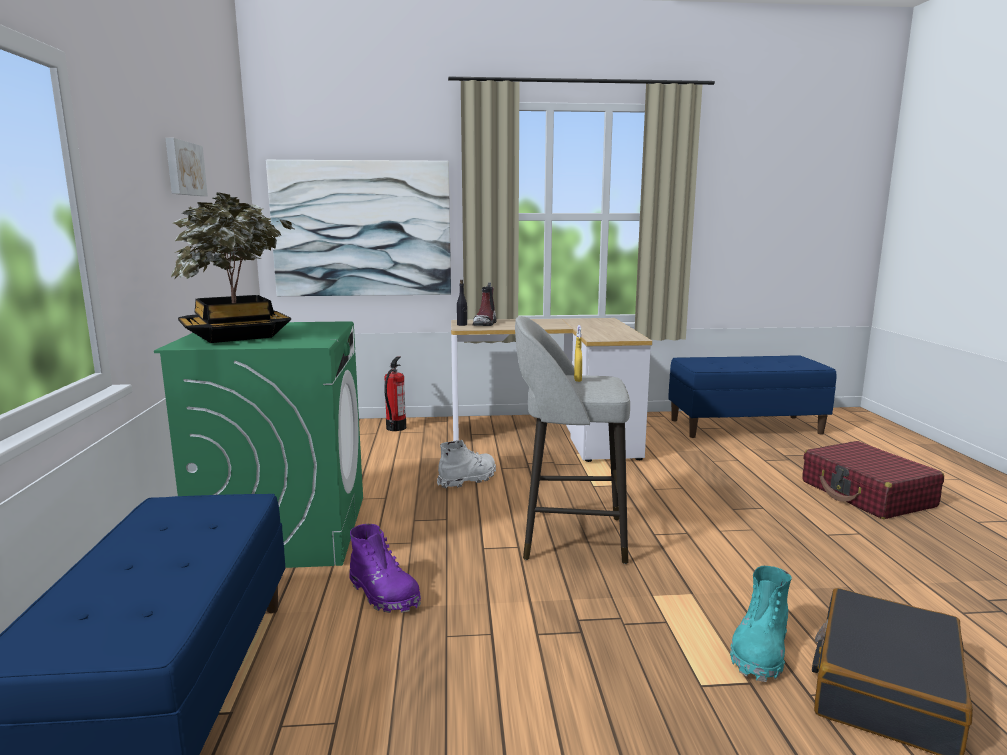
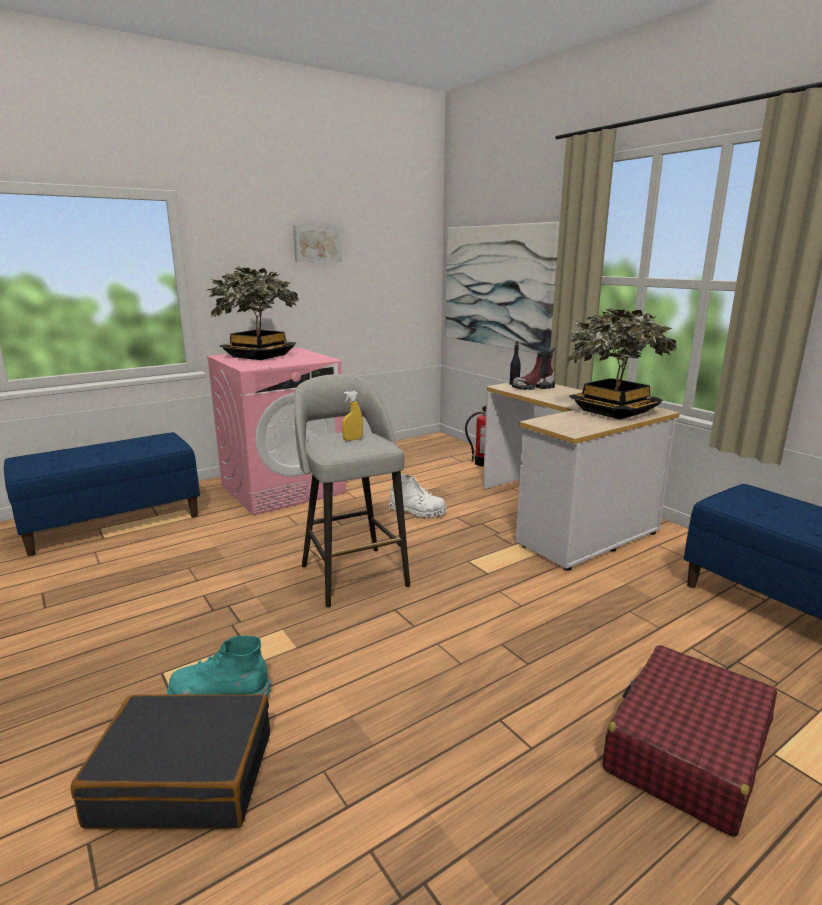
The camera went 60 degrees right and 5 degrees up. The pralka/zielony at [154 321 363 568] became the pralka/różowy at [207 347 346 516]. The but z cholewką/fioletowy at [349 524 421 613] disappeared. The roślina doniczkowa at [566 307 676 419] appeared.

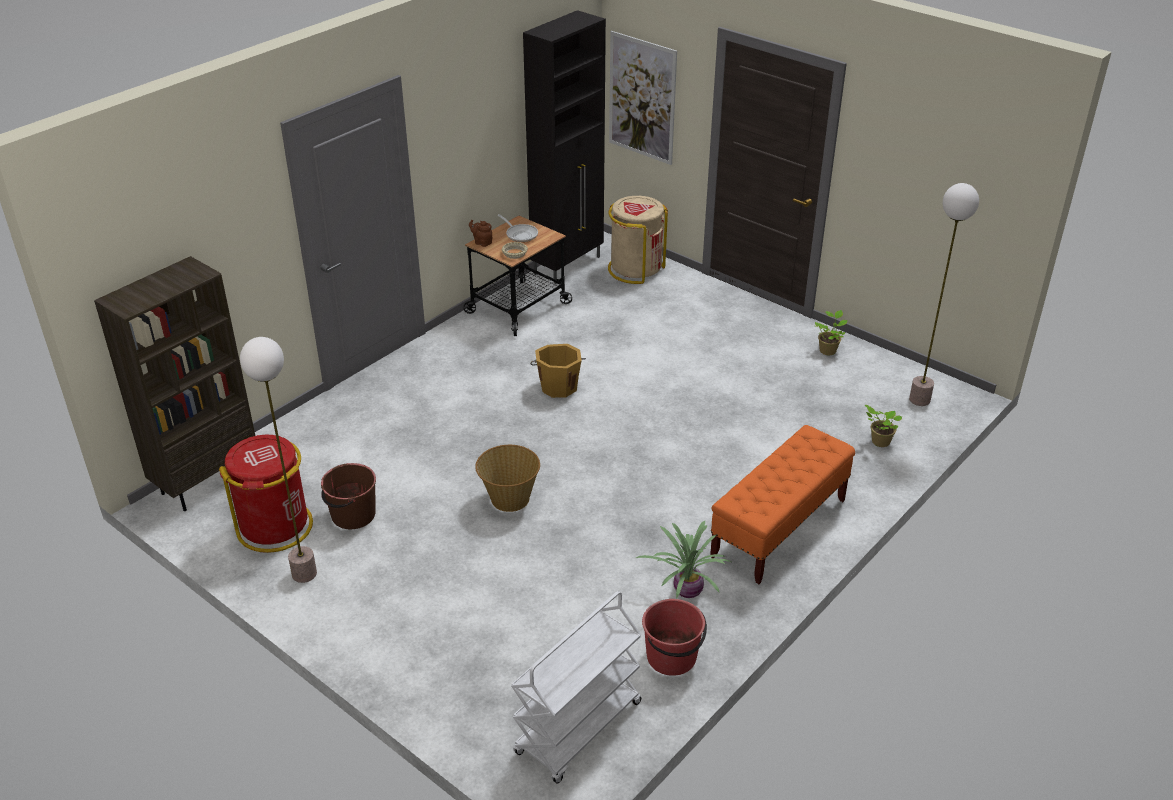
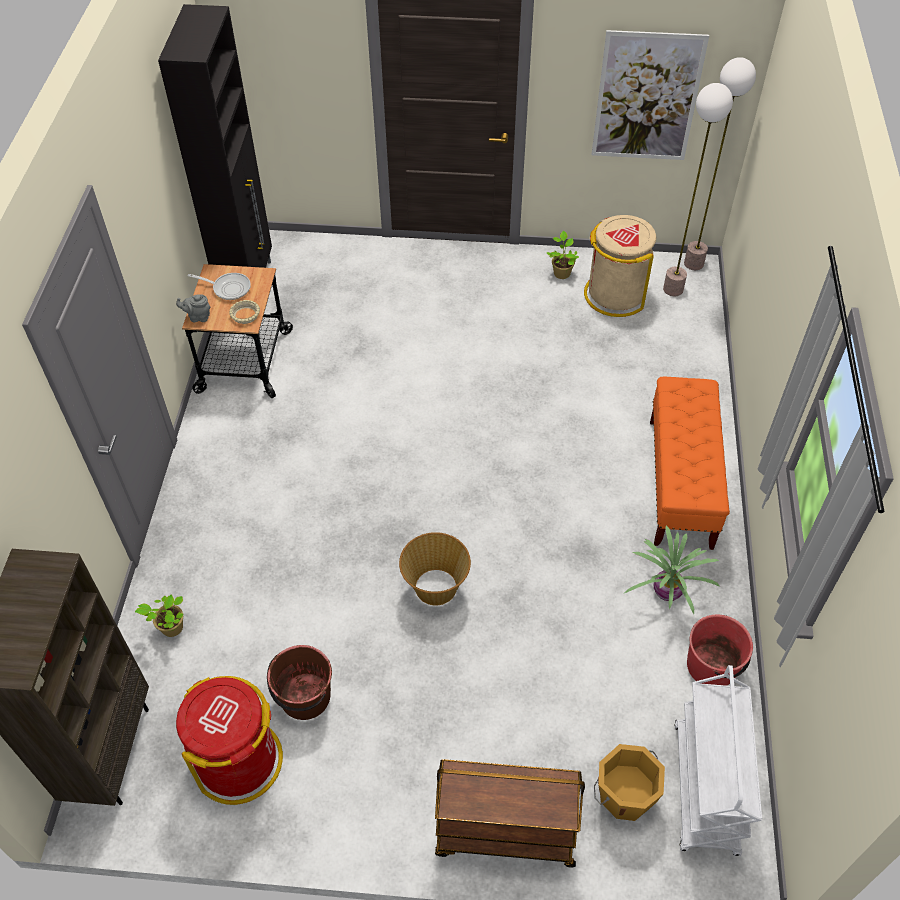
The camera went 35 degrees left and 15 degrees up. The obraz moved from [609 31 677 165] to [591 30 709 160]. The kosz na śmieci/beżowy moved from [608 196 668 284] to [584 215 656 317]. The imbryk/brązowy at [469 220 493 247] became the imbryk/szary at [176 294 210 322]. The lampa stojąca moved from [240 337 317 583] to [684 57 756 270]. The wiadro/pomarańczowy moved from [530 344 586 398] to [594 744 665 821]. The roślina doniczkowa moved from [865 405 902 447] to [135 594 183 637]. The wózek/brązowy at [435 759 585 868] appeared.

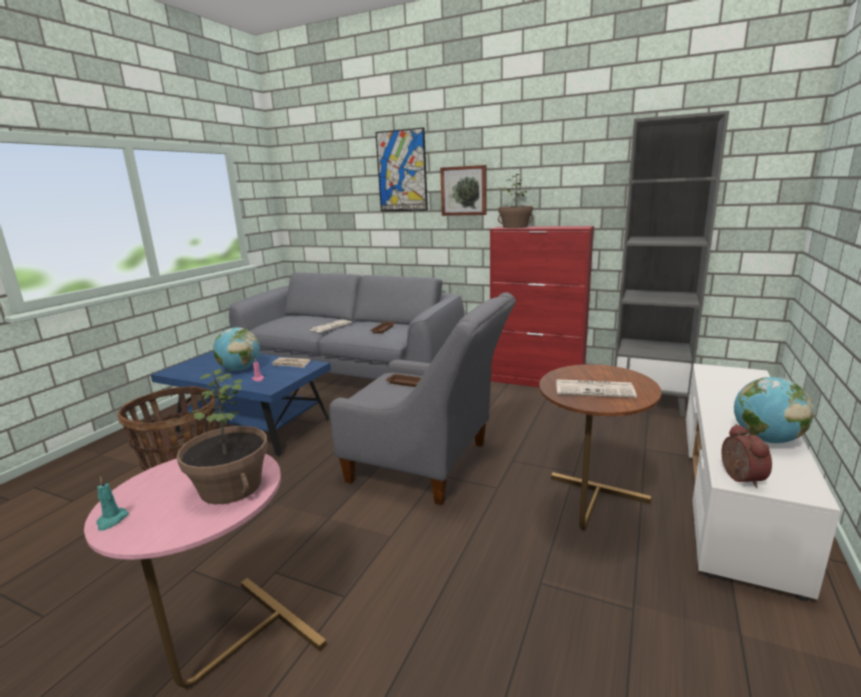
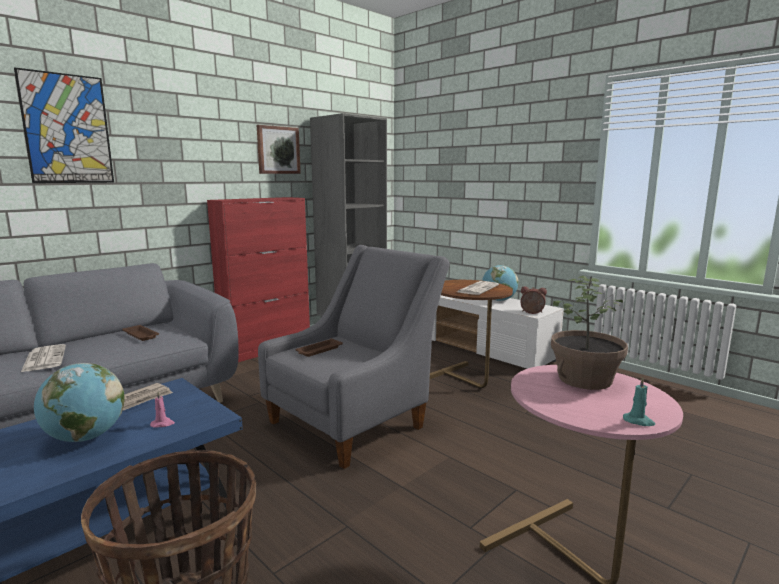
The camera went 70 degrees left and 5 degrees down. The obraz moved from [440 165 486 216] to [257 125 301 174]. The roślina doniczkowa at [498 173 533 228] disappeared.

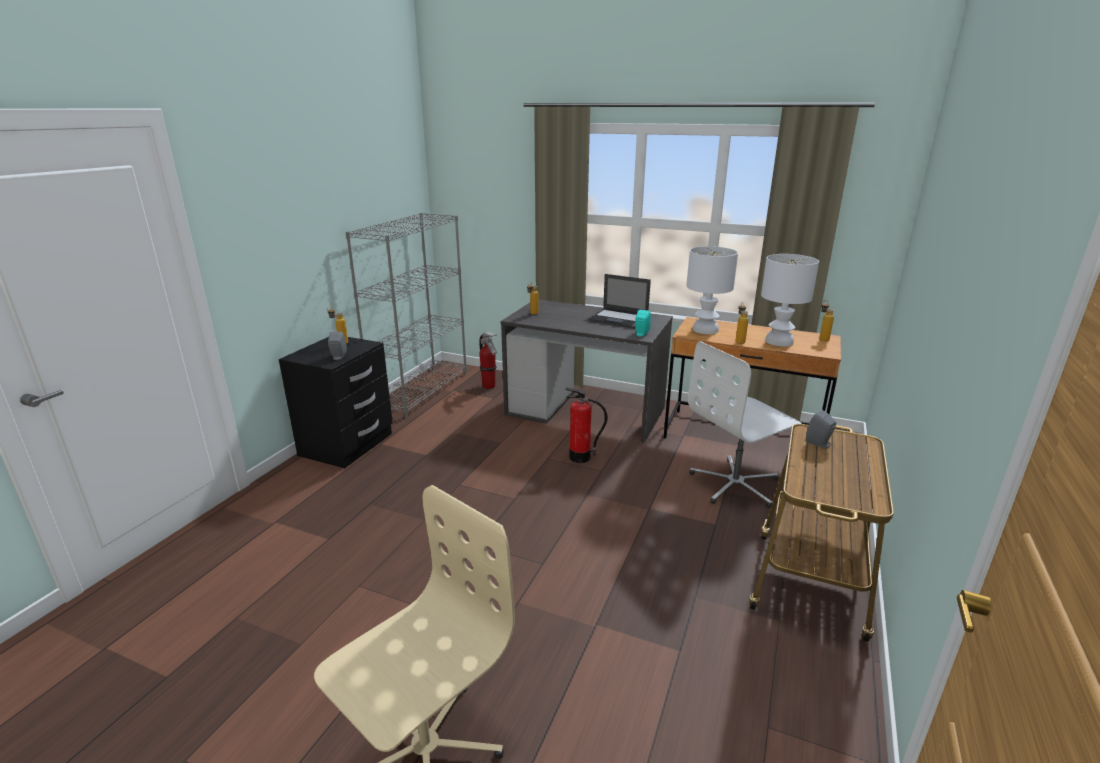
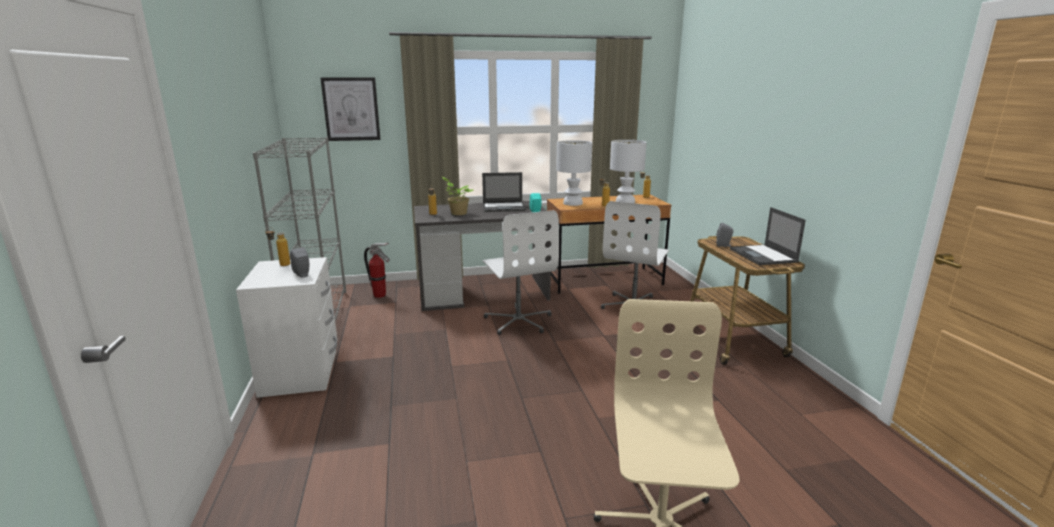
The camera went 35 degrees left and 5 degrees down. The szafka nocna/czarny at [279 337 393 468] became the szafka nocna/biały at [236 257 337 398]. The gaśnica at [565 387 607 463] was replaced by the krzesło biurowe/biały at [482 210 559 335]. The obraz at [320 77 381 141] appeared. The roślina doniczkowa at [442 177 473 215] appeared. The laptop at [730 207 806 265] appeared.

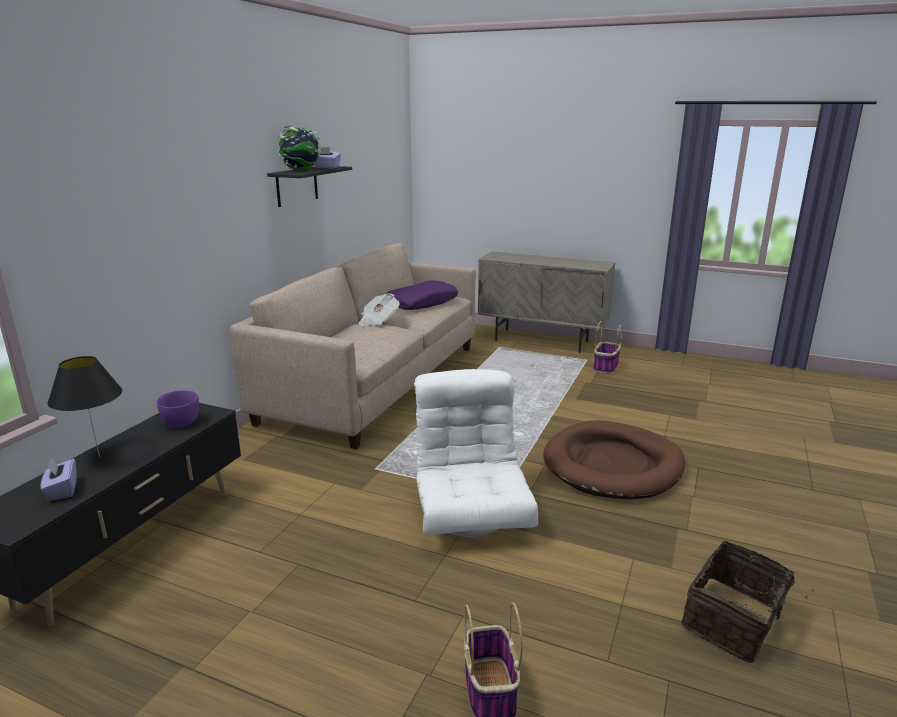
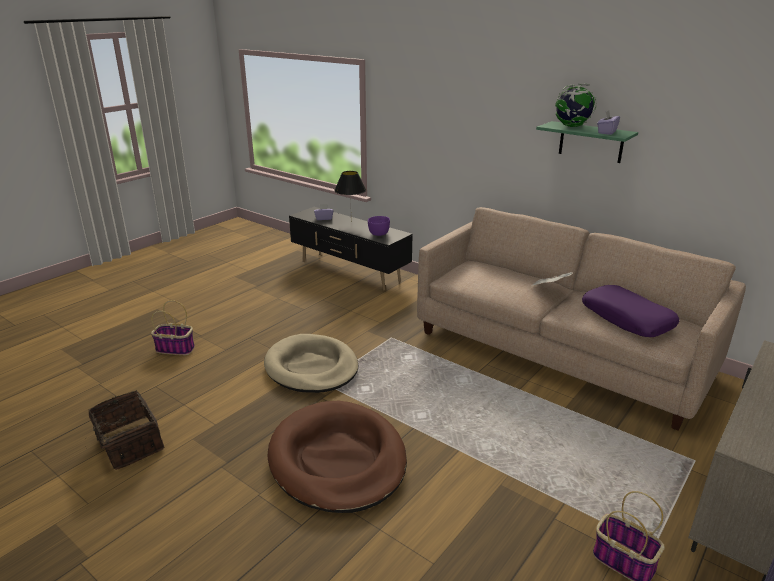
The camera went 105 degrees right and 5 degrees up. The półka/czarny at [267 166 352 207] became the półka/zielony at [536 121 638 163]. The fotel/biały at [414 369 538 537] was replaced by the legowisko/beżowy at [264 334 359 393].

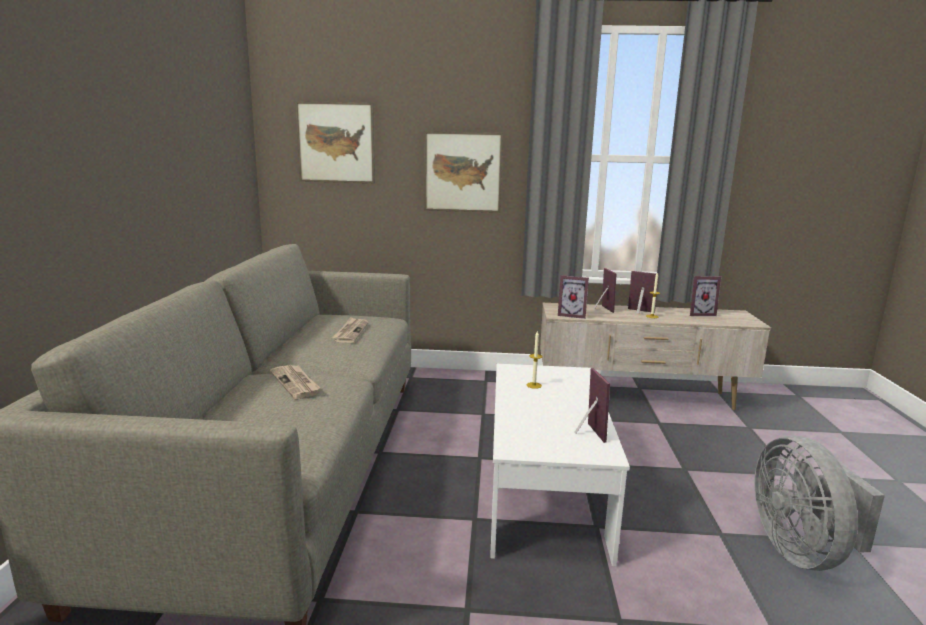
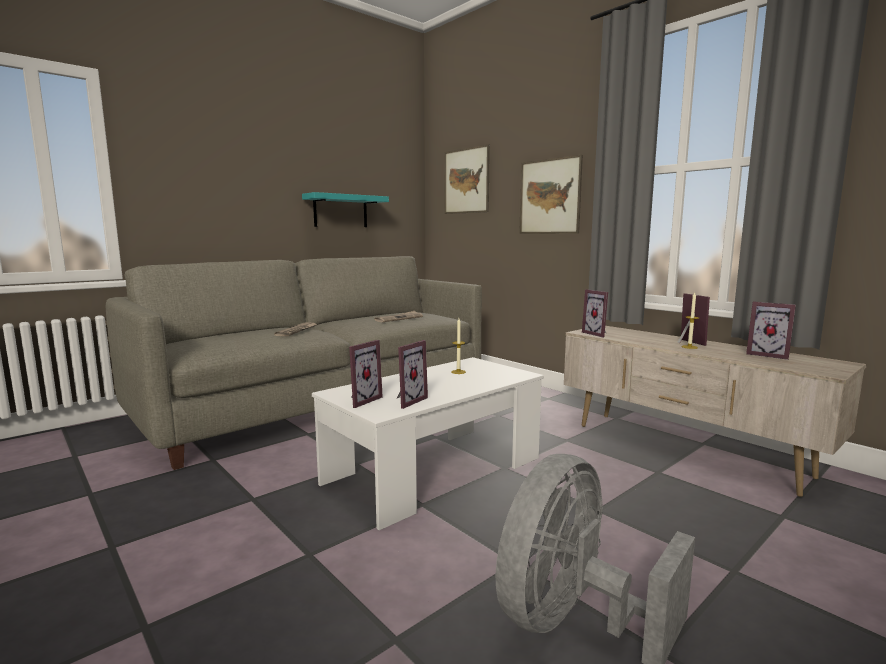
The camera went 45 degrees right and 5 degrees down. The ramka na zdjęcie moved from [594 268 616 313] to [349 340 383 408]. The półka/turkusowy at [302 192 389 227] appeared.

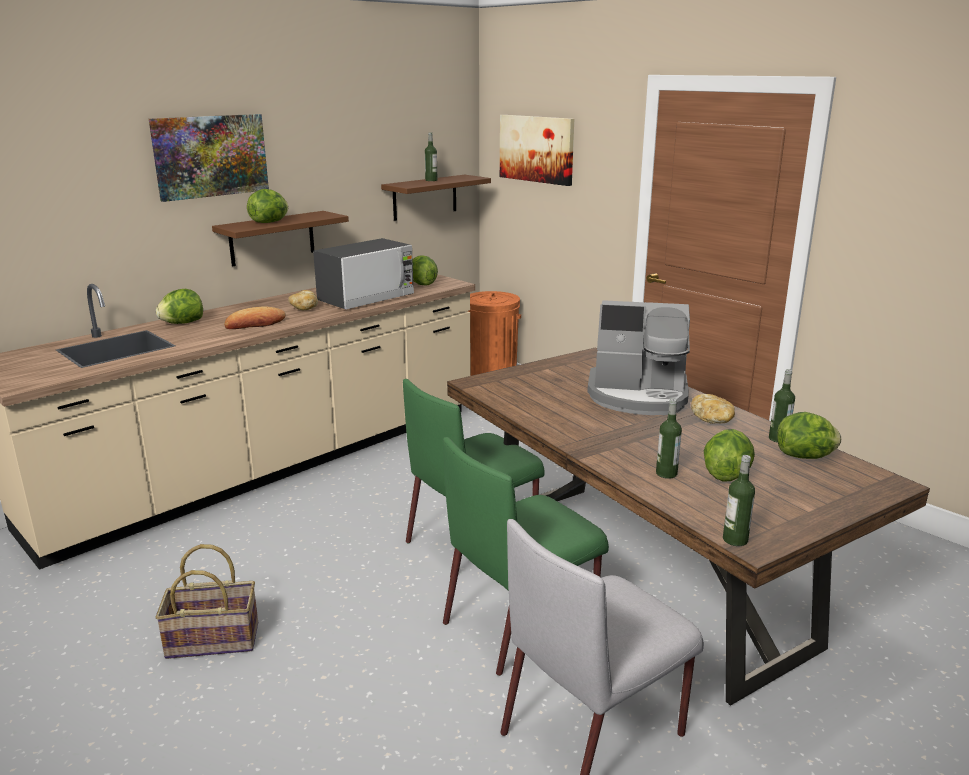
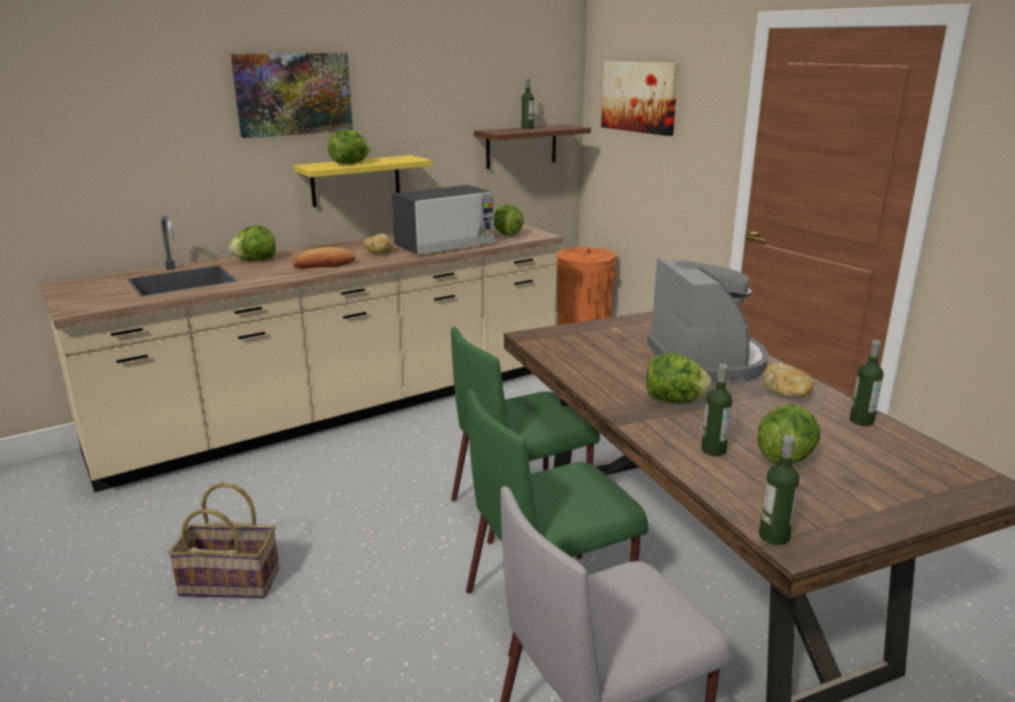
The camera went 10 degrees right and 0 degrees up. The półka/brązowy at [212 211 349 267] became the półka/żółty at [293 155 432 207]. The ekspres do kawy at [587 300 690 415] turned 120 degrees counterclockwise. The sałata moved from [777 412 841 459] to [646 353 711 403].

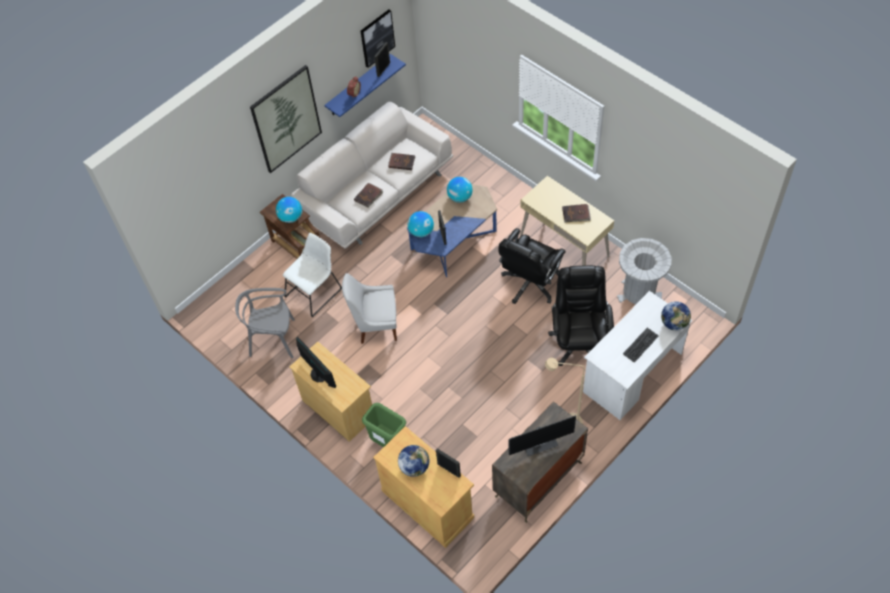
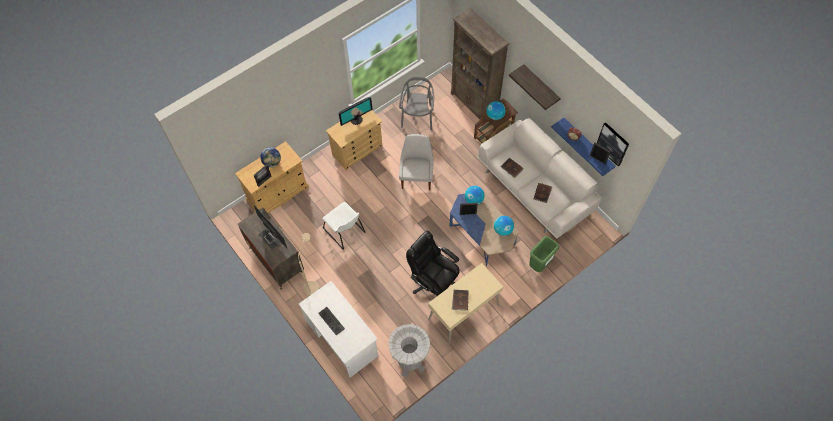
The camera went 95 degrees right and 5 degrees up. The obraz at [250 65 322 173] was replaced by the półka at [509 64 561 110]. The krzesło/biały moved from [283 233 342 317] to [322 202 366 250]. The krzesło biurowe/czarny at [548 265 614 366] disappeared. The globus at [661 301 691 331] disappeared. The kosz na śmieci/zielony moved from [362 403 406 447] to [529 236 559 272]. The monitor at [508 415 576 456] turned 150 degrees clockwise. The regał/brązowy at [451 8 509 125] appeared.

